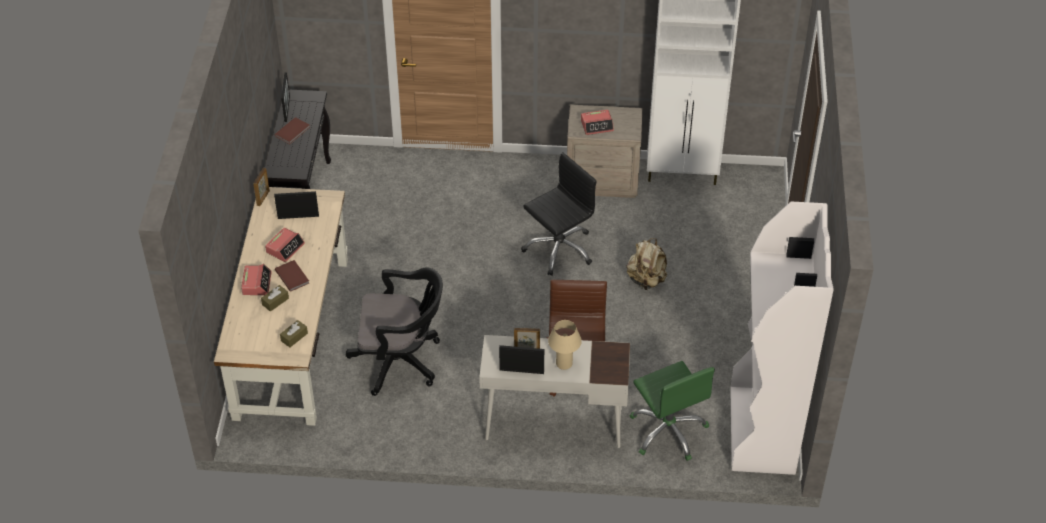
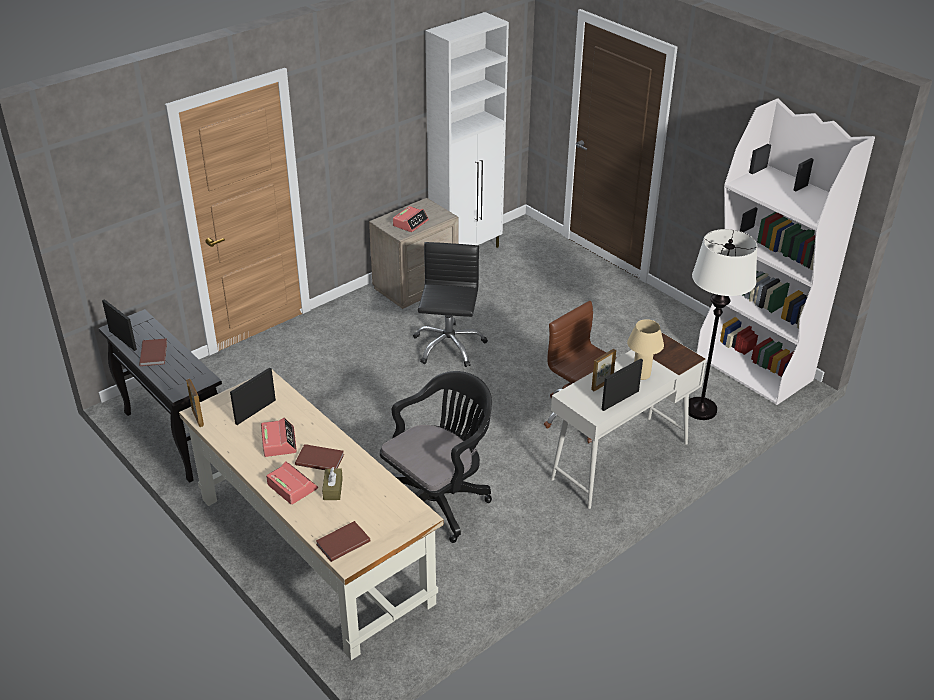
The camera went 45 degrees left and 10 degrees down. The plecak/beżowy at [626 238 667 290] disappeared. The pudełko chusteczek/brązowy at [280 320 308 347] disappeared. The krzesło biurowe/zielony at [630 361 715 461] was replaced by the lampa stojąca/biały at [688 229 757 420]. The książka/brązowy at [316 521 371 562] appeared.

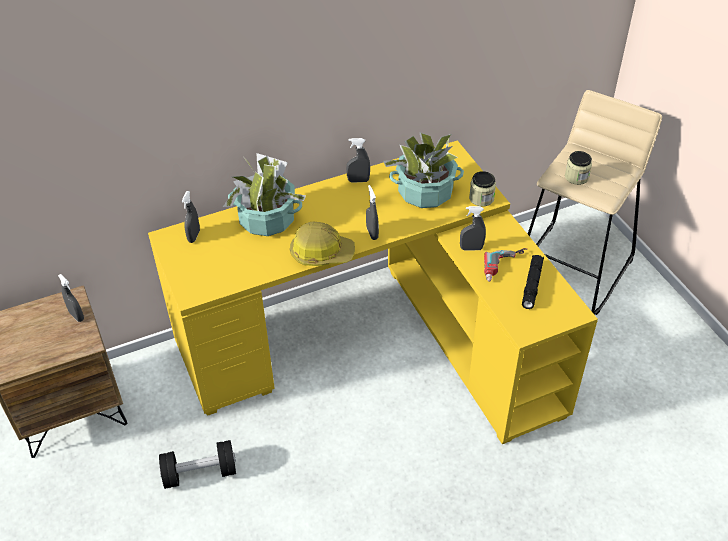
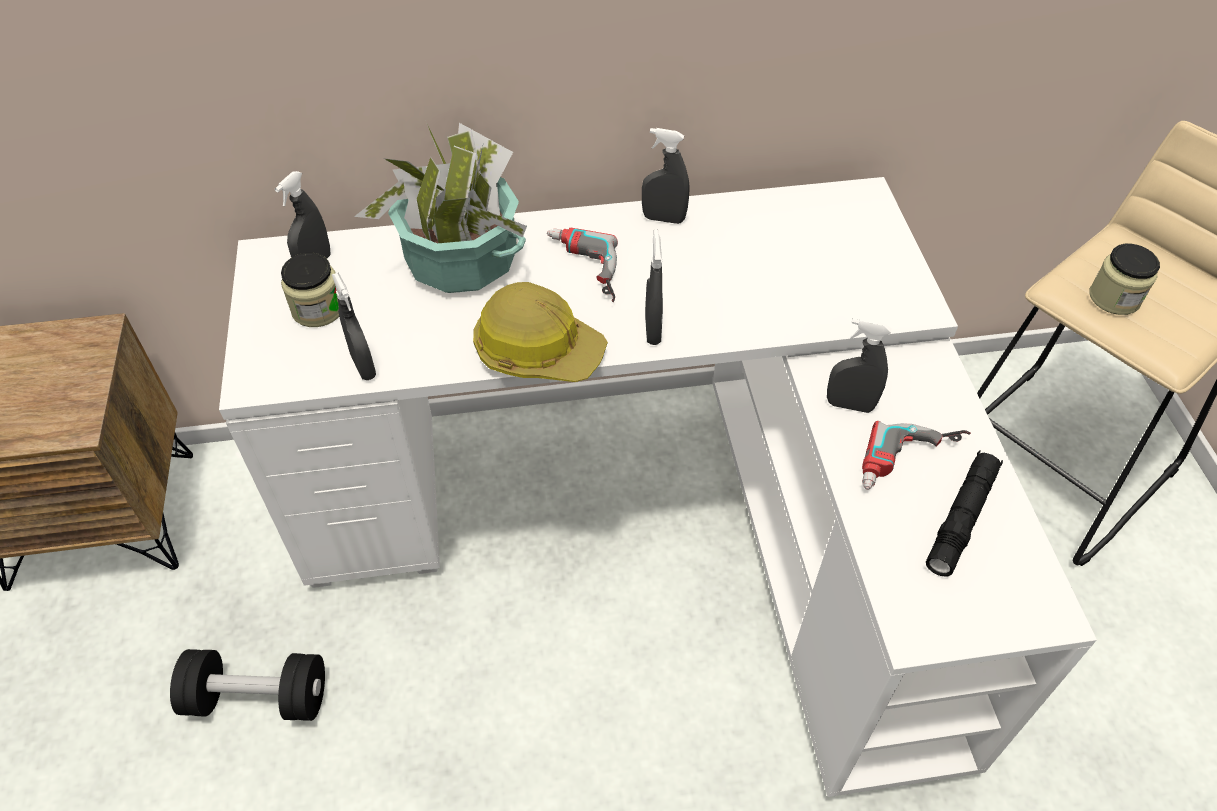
The camera went 15 degrees right and 5 degrees up. The roślina doniczkowa at [383 132 464 208] disappeared. The biurko/żółty at [148 140 598 444] became the biurko/biały at [219 177 1097 797]. The słoik moved from [469 171 496 207] to [281 253 339 327]. The spryskiwacz/szary moved from [58 274 84 322] to [332 273 376 380]. The wiertarka at [547 227 618 302] appeared.

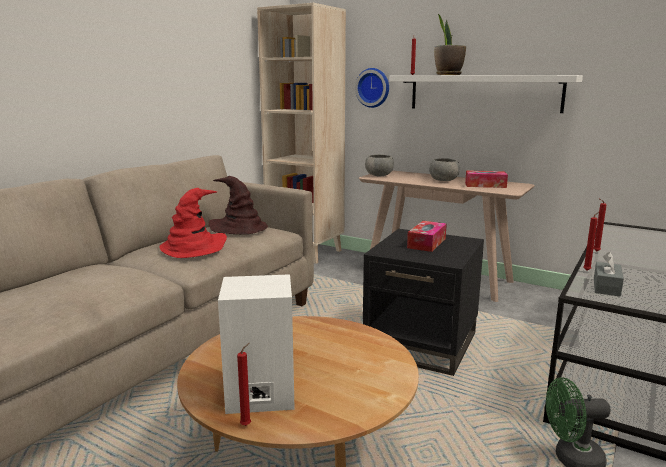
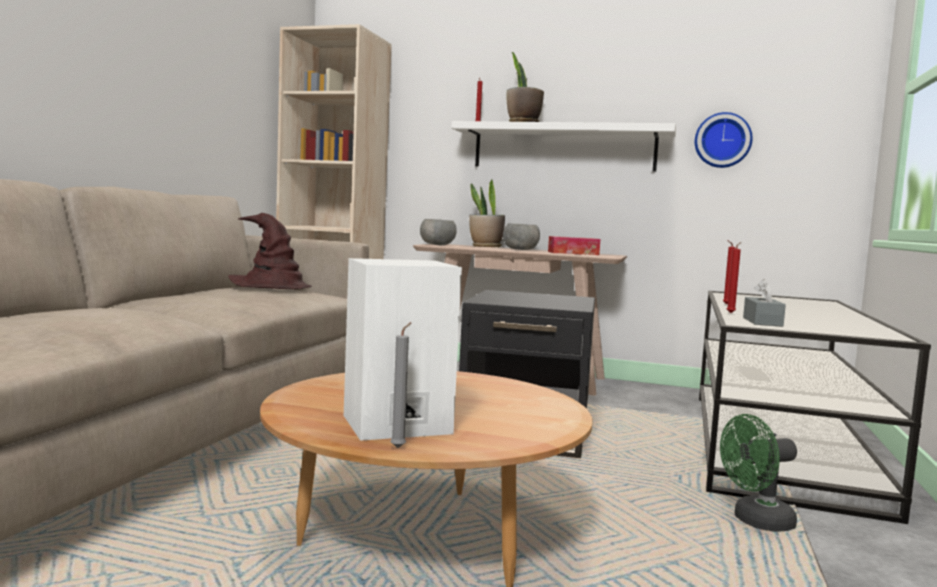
The camera went 15 degrees left and 10 degrees down. The zegar ścienny moved from [355 68 389 108] to [695 112 753 168]. The kapelusz/czerwony at [159 188 227 258] disappeared. The pudełko chusteczek at [407 221 447 252] disappeared. The świeca/czerwony at [237 343 251 426] became the świeca/szary at [390 322 412 448]. The roślina doniczkowa at [469 179 505 247] appeared.

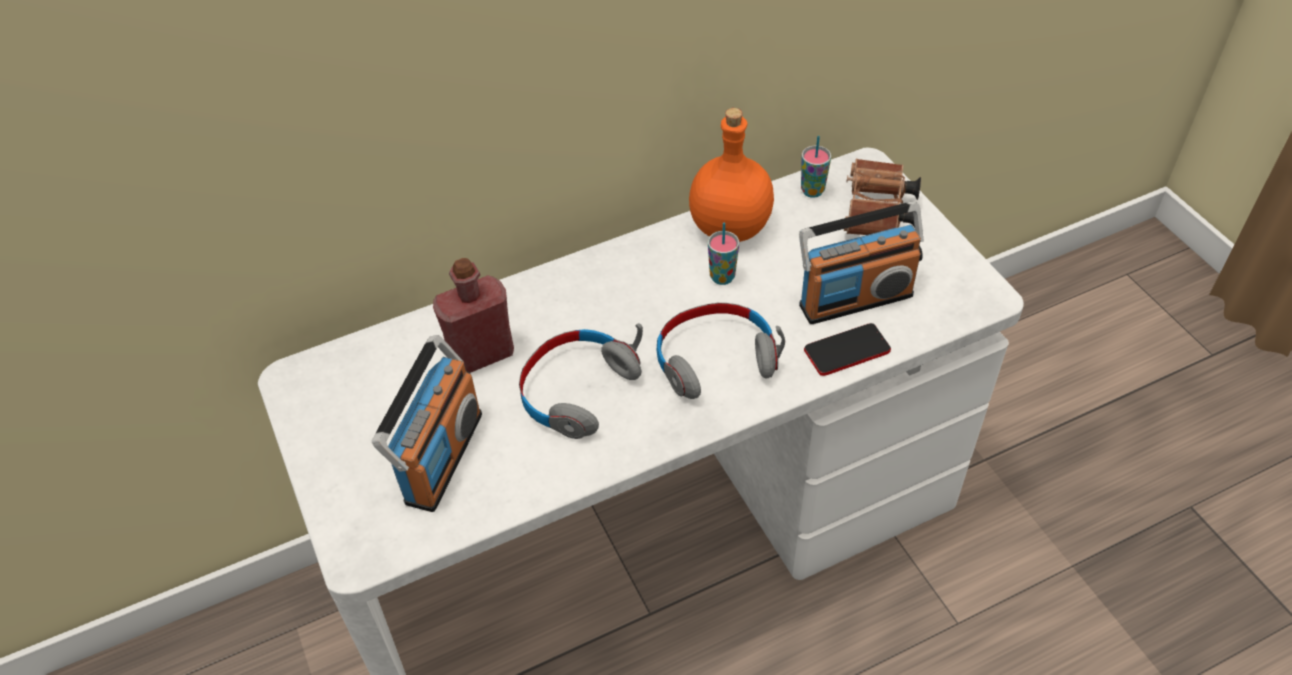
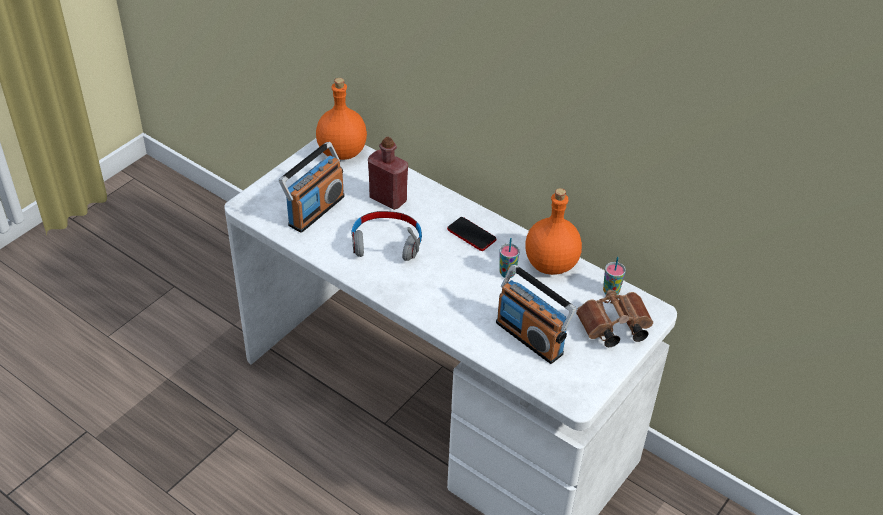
The camera went 60 degrees right and 5 degrees down. The słuchawki/szary at [656 303 785 399] disappeared. The telefon moved from [804 323 891 376] to [447 217 496 251]. The radio at [372 335 482 512] turned 45 degrees counterclockwise. The butelka/pomarańczowy at [316 78 367 160] appeared.

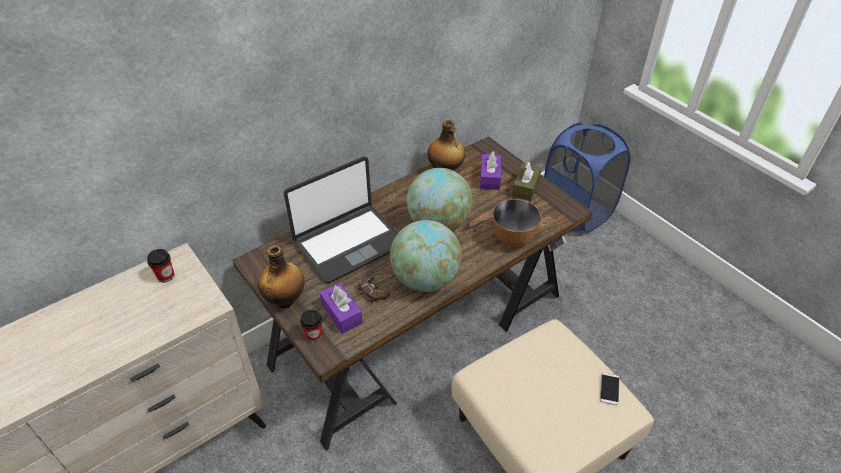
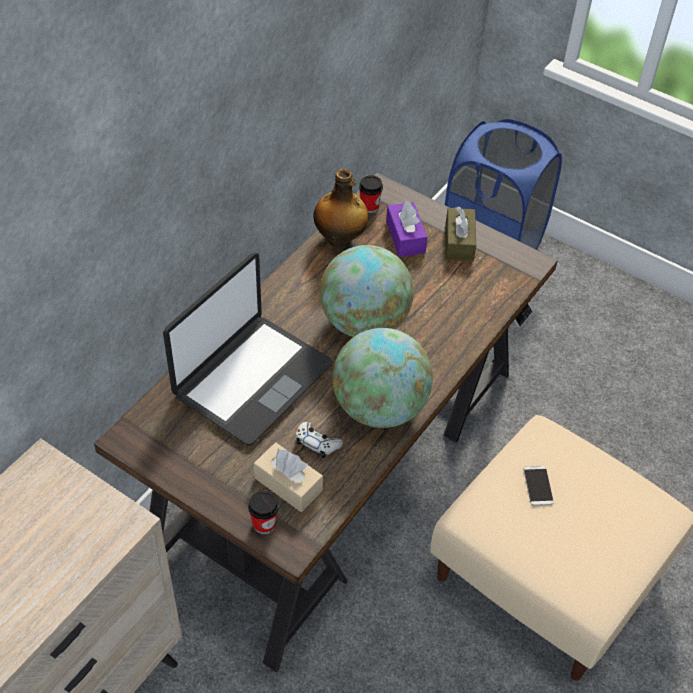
The camera went 20 degrees left and 5 degrees up. The miska at [493 199 541 247] disappeared. The butelka at [258 245 305 308] disappeared. The filiżanka moved from [147 249 174 283] to [359 175 383 213]. The pad do gier/brązowy at [358 276 390 303] became the pad do gier/biały at [296 422 343 458]. The pudełko chusteczek/fioletowy at [320 283 363 334] became the pudełko chusteczek/beżowy at [254 443 323 512]. The telefon moved from [600 372 619 405] to [524 466 554 506].

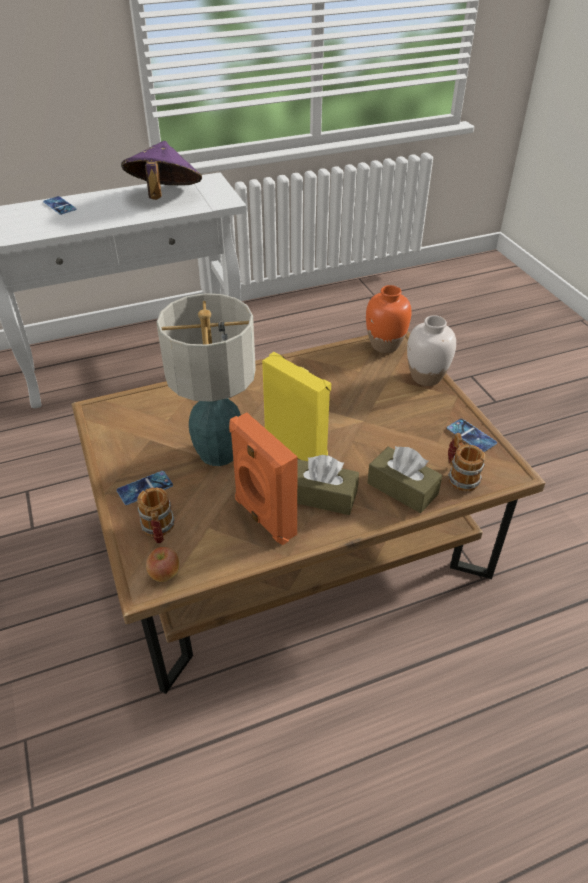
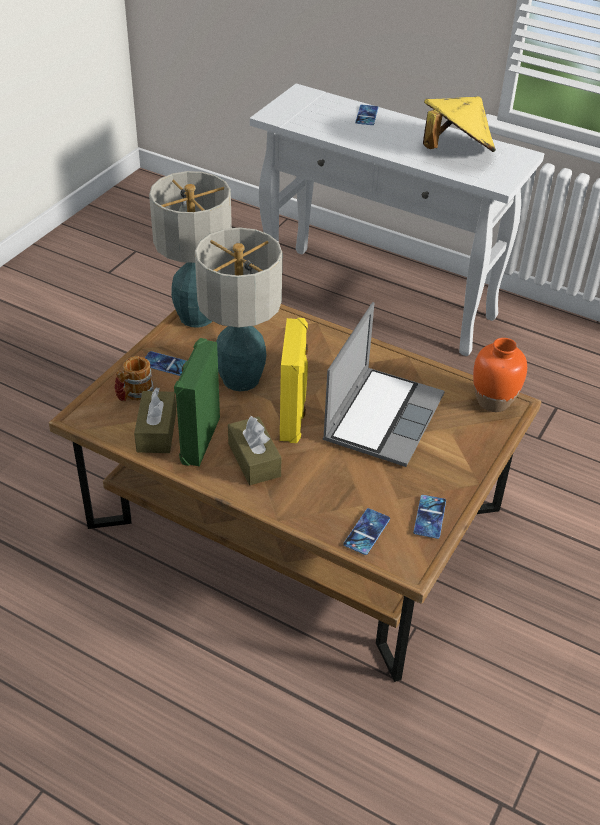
The camera went 50 degrees right and 0 degrees up. The kapelusz/fioletowy at [121 141 202 200] became the kapelusz/żółty at [423 97 496 152]. The wazon/biały at [407 316 456 386] disappeared. The głośnik/pomarańczowy at [229 412 298 545] became the głośnik/zielony at [174 338 220 466]. The kubek at [448 433 485 491] was replaced by the telefon at [343 508 390 555]. The pudełko chusteczek/brązowy moved from [367 446 442 513] to [134 388 176 453]. The jabłko at [146 547 179 582] disappeared. The lampa stołowa at [149 171 232 328] appeared. The laptop at [323 302 445 467] appeared.

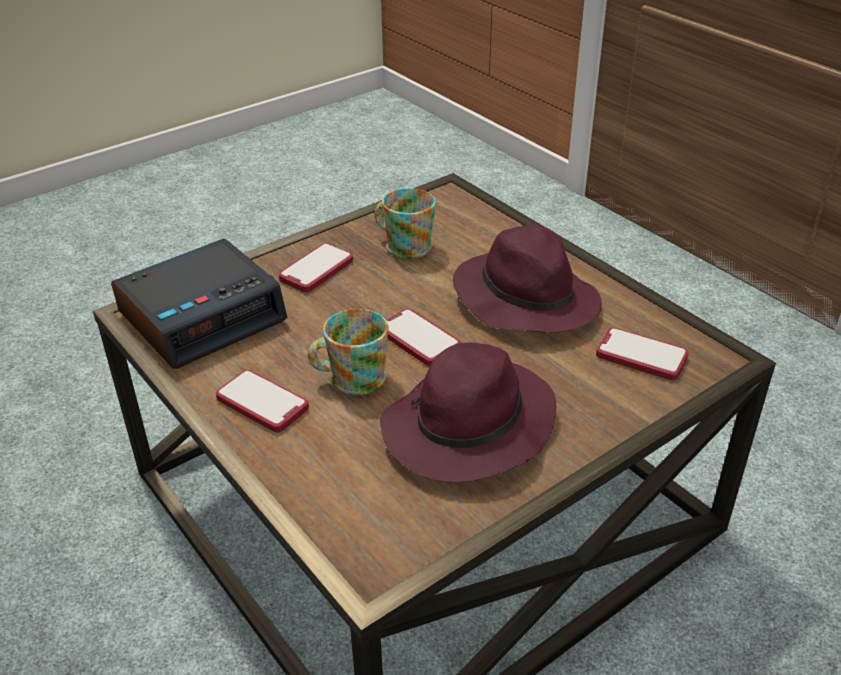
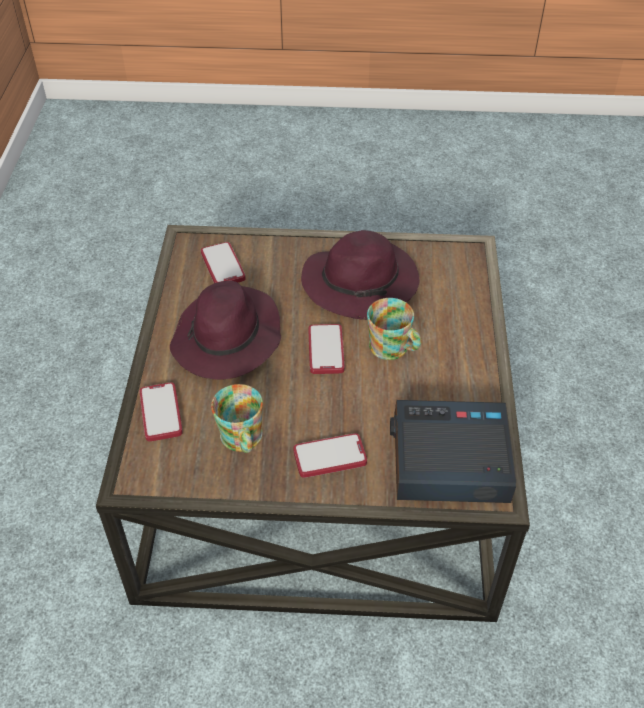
The camera went 140 degrees left and 10 degrees up. The telefon moved from [216 370 309 433] to [139 382 183 441].

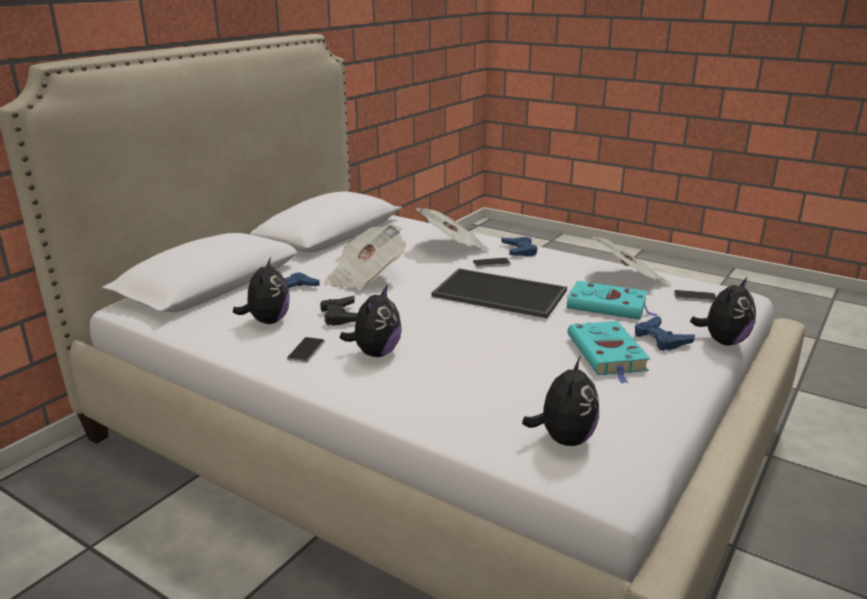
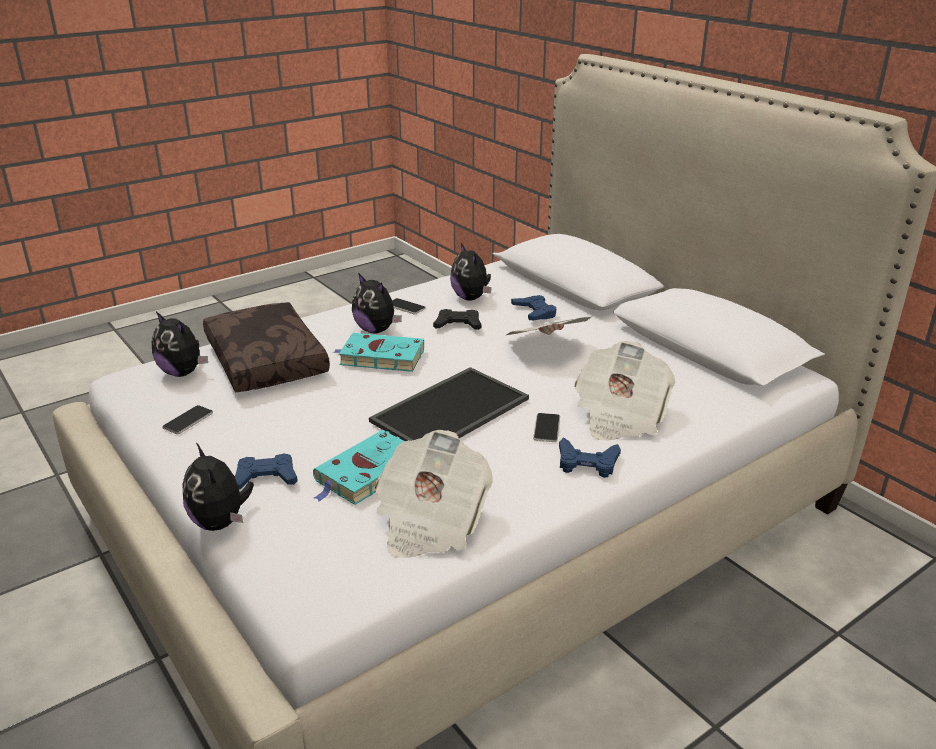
The camera went 110 degrees right and 5 degrees up. The pluszak at [233 257 290 324] turned 45 degrees clockwise. The telefon moved from [674 290 716 302] to [162 405 213 434]. The książka/turkusowy moved from [567 321 651 383] to [333 333 424 372]. The poduszka/brązowy at [203 302 330 392] appeared.

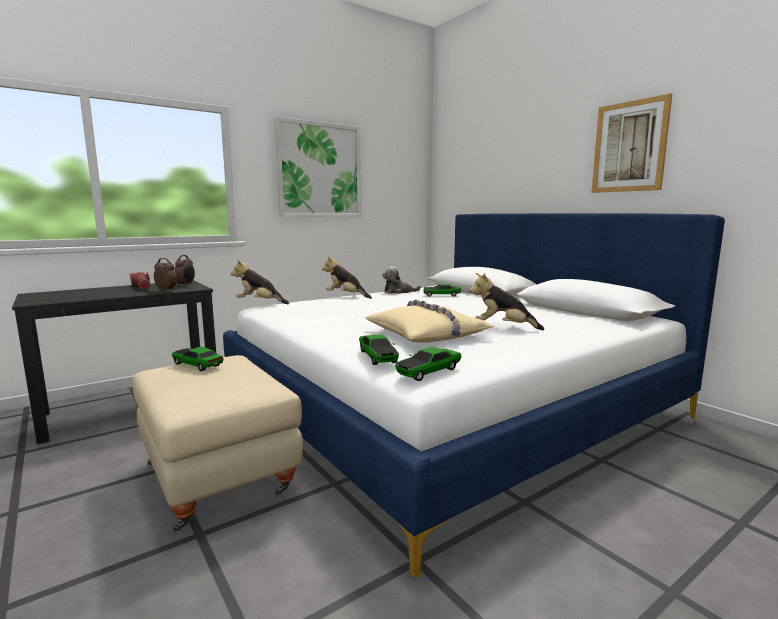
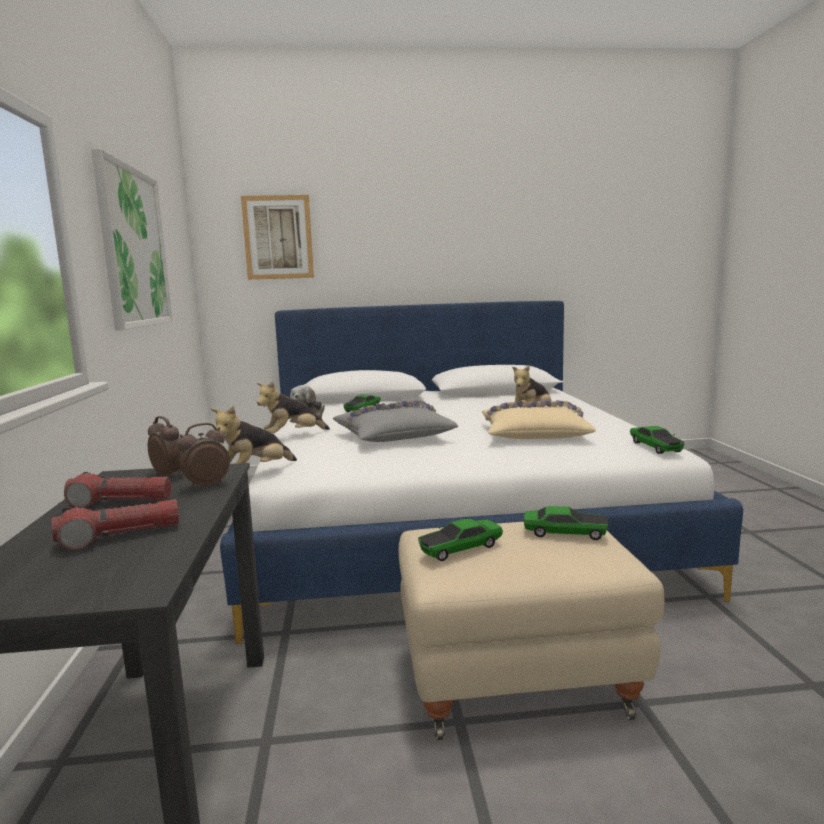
The camera went 60 degrees left and 0 degrees up. The obraz moved from [591 93 672 193] to [241 195 314 280]. The samochodzik moved from [359 334 399 365] to [524 506 608 540]. The poduszka/szary at [333 400 458 442] appeared. The latarka at [52 499 179 550] appeared.

